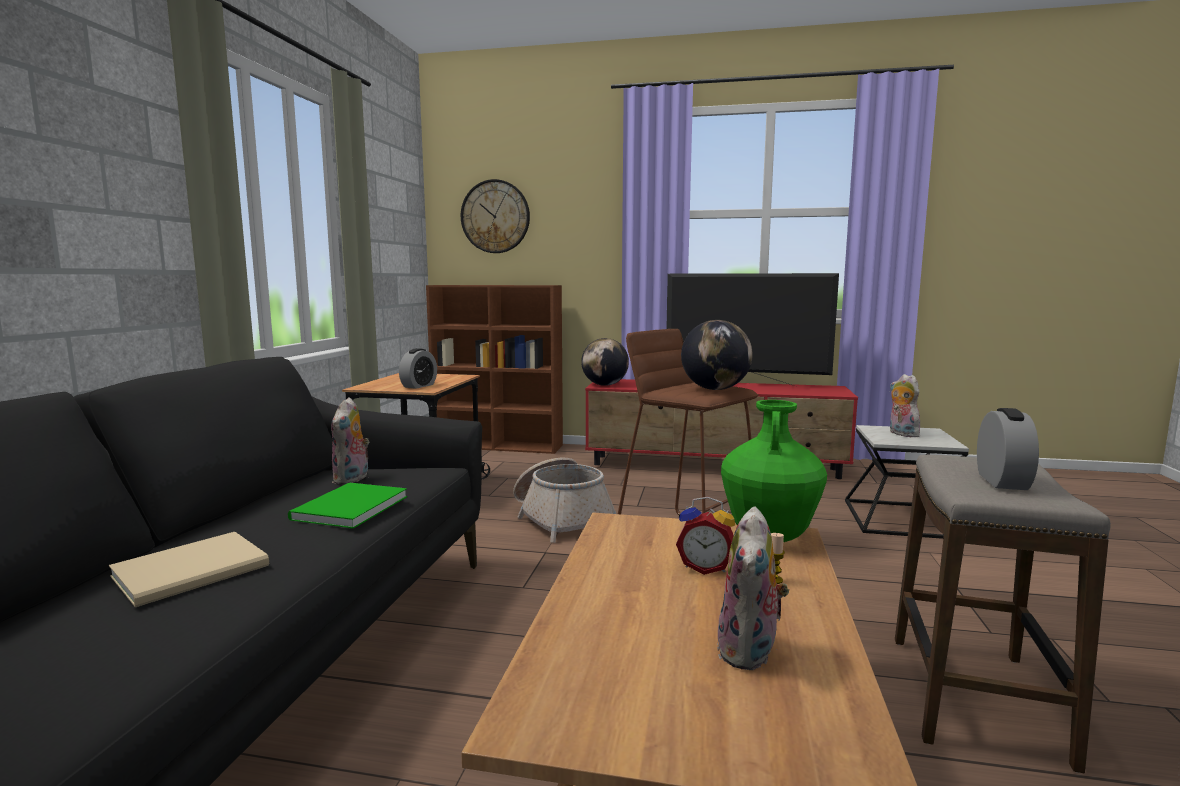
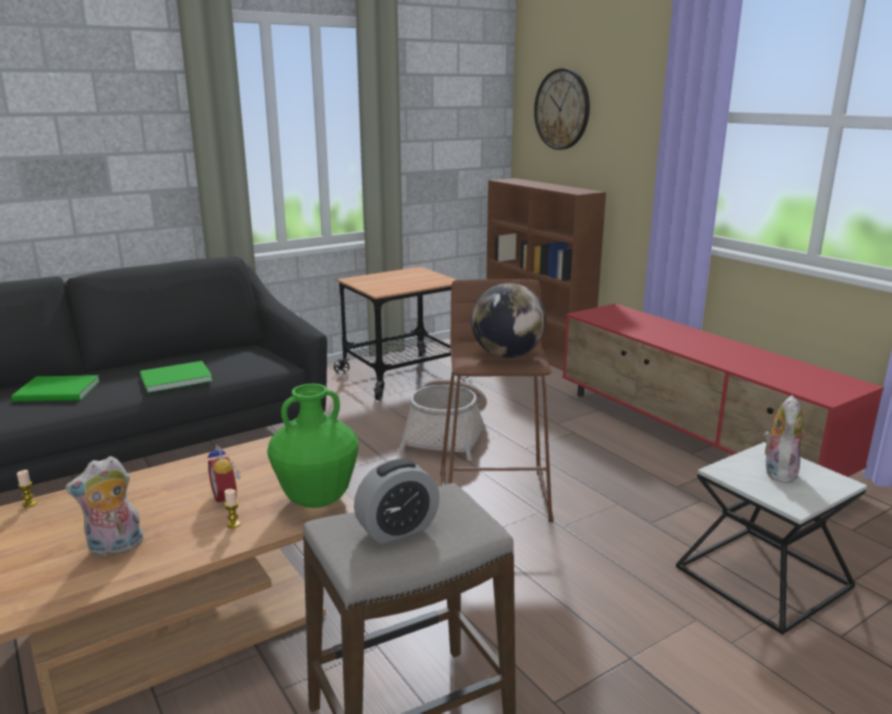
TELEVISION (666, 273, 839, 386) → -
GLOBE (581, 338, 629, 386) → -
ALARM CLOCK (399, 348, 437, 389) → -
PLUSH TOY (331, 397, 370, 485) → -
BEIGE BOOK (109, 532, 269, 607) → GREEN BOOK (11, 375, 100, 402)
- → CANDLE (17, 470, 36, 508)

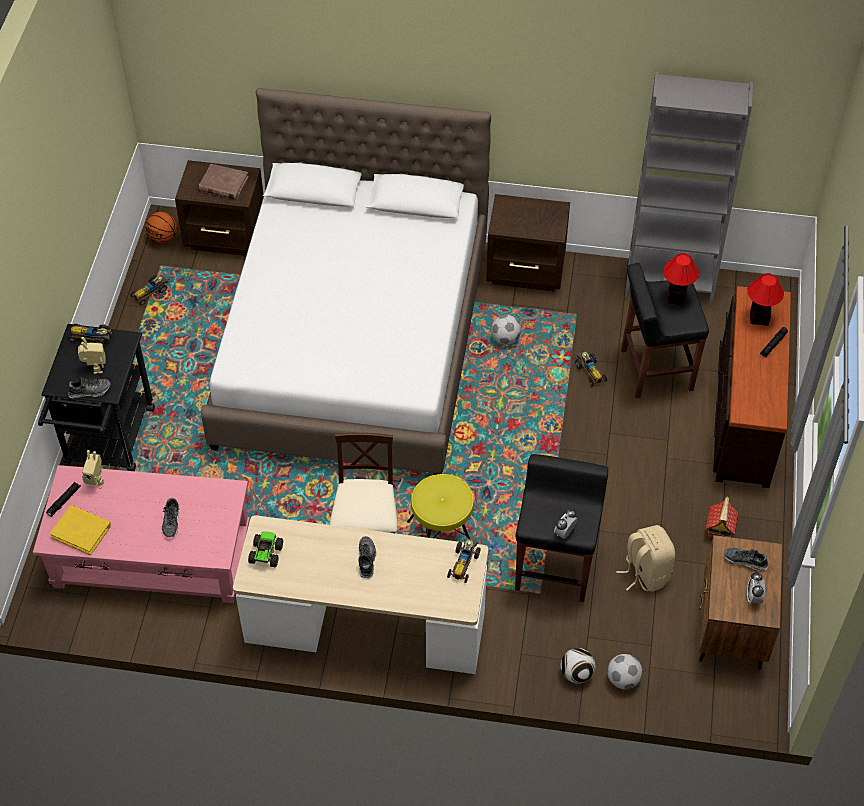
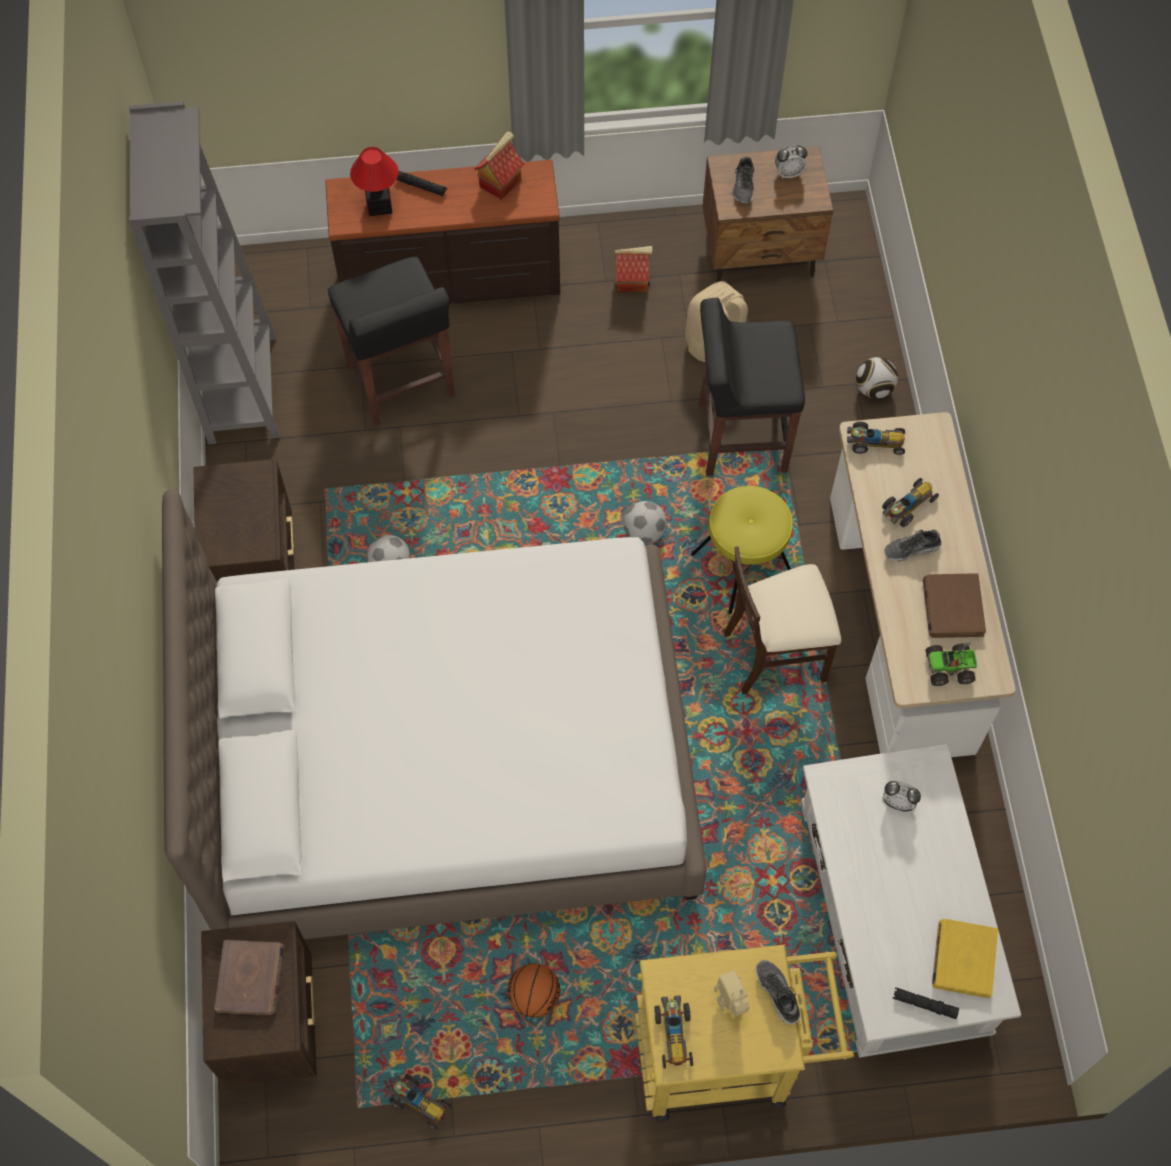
BASKETBALL (146, 212, 177, 243) → BASKETBALL (507, 963, 560, 1018), shifted
TABLE LAMP (663, 253, 699, 305) → -
BLACK CART (38, 324, 155, 471) → YELLOW CART (635, 945, 854, 1121)
TOY CAR (575, 351, 607, 387) → TOY CAR (882, 478, 939, 527), shifted
TOY ROBOT (82, 450, 104, 489) → -
PINK COFFEE TABLE (33, 465, 250, 603) → WHITE COFFEE TABLE (801, 743, 1022, 1058)
SHOE (162, 498, 180, 537) → -
ALARM CLOCK (554, 509, 578, 539) → ALARM CLOCK (882, 781, 921, 813), shifted
FOOTBALL (607, 654, 642, 689) → FOOTBALL (624, 501, 667, 544), shifted
- → TOY HOUSE (474, 131, 525, 200)
- → BROWN BOOK (923, 573, 986, 638)

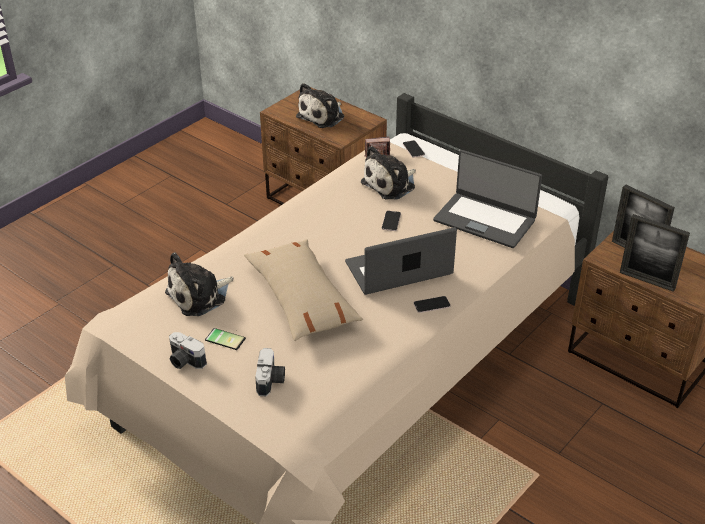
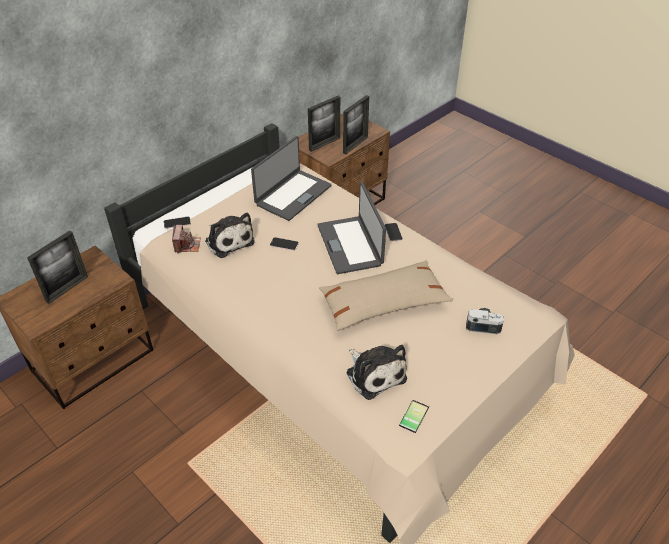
PLUSH TOY (296, 83, 344, 128) → PICTURE FRAME (27, 231, 88, 304)
PHONE (205, 328, 246, 350) → PHONE (399, 400, 429, 433), shifted
PHOTO CAMERA (169, 332, 207, 369) → -

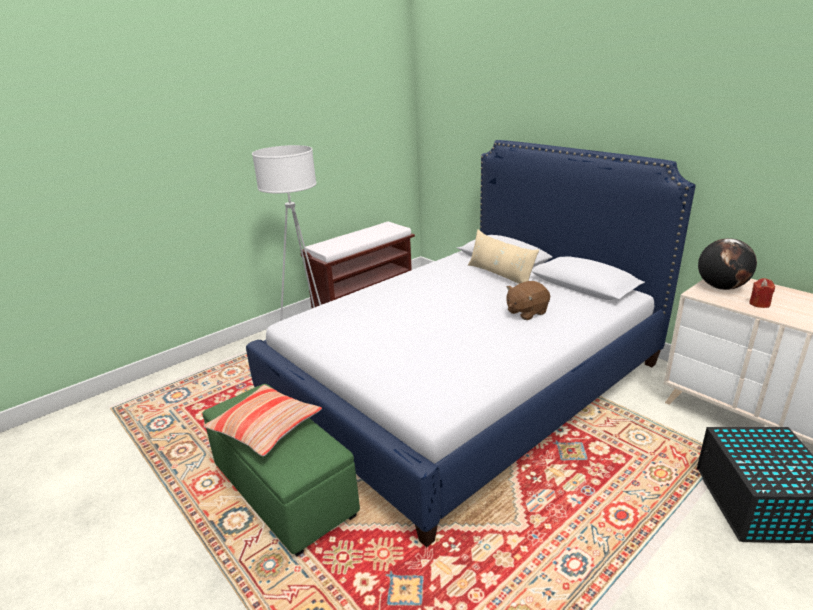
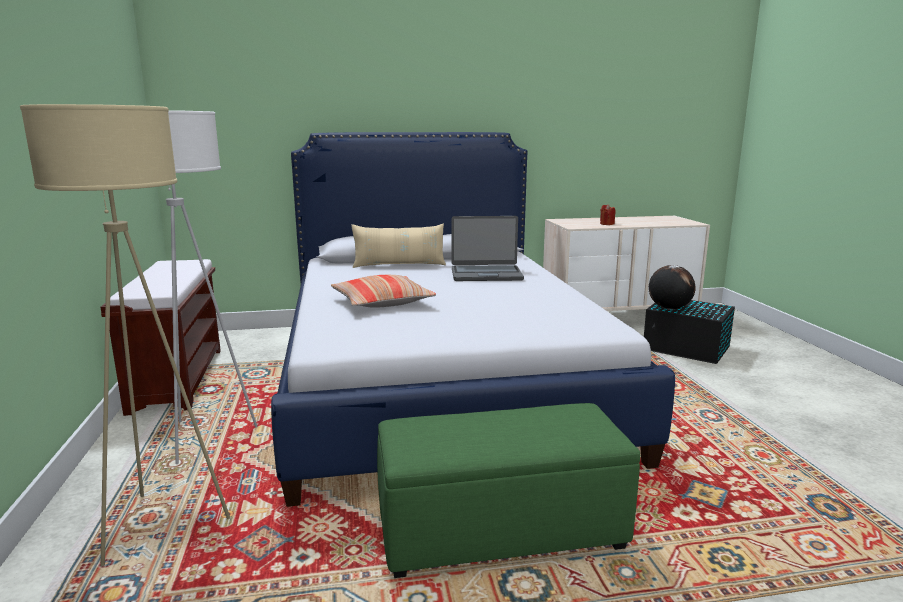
GLOBE (698, 238, 757, 290) → GLOBE (649, 265, 696, 310), shifted
BROWN PLUSH TOY (506, 281, 550, 320) → LAPTOP (452, 216, 524, 281)
PILLOW (203, 385, 322, 456) → PILLOW (331, 275, 436, 308), shifted
- → BEIGE FLOOR LAMP (20, 104, 230, 567)

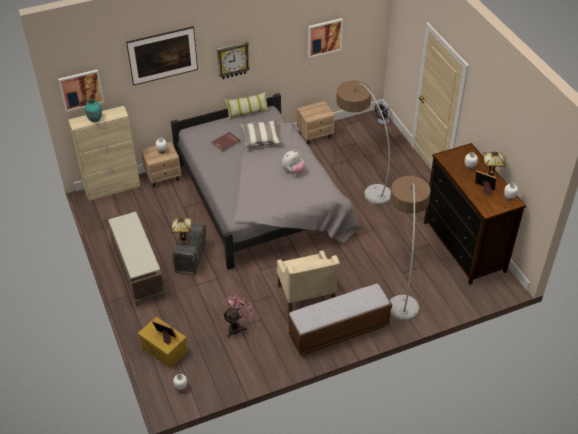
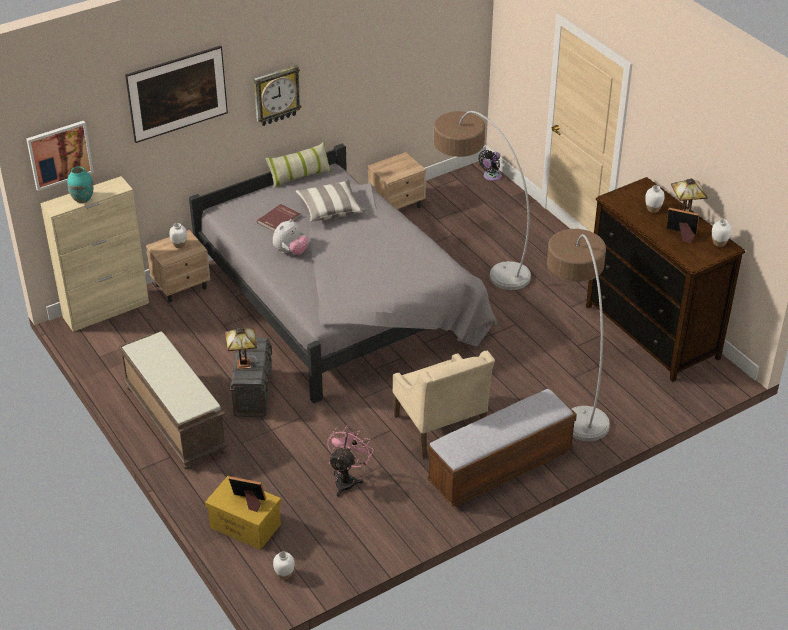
PICTURE (308, 18, 343, 58) → -
PLUSH TOY (281, 150, 305, 174) → PLUSH TOY (273, 219, 309, 255), shifted

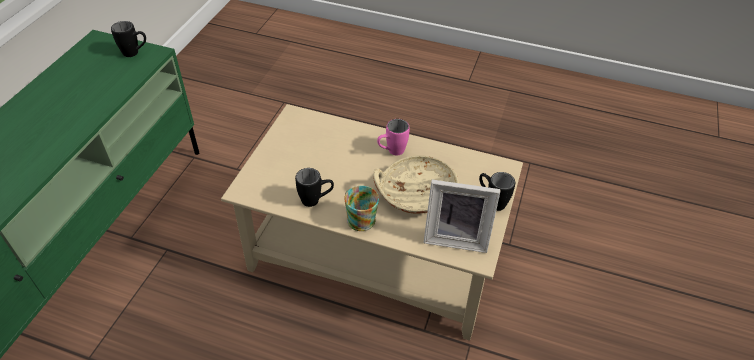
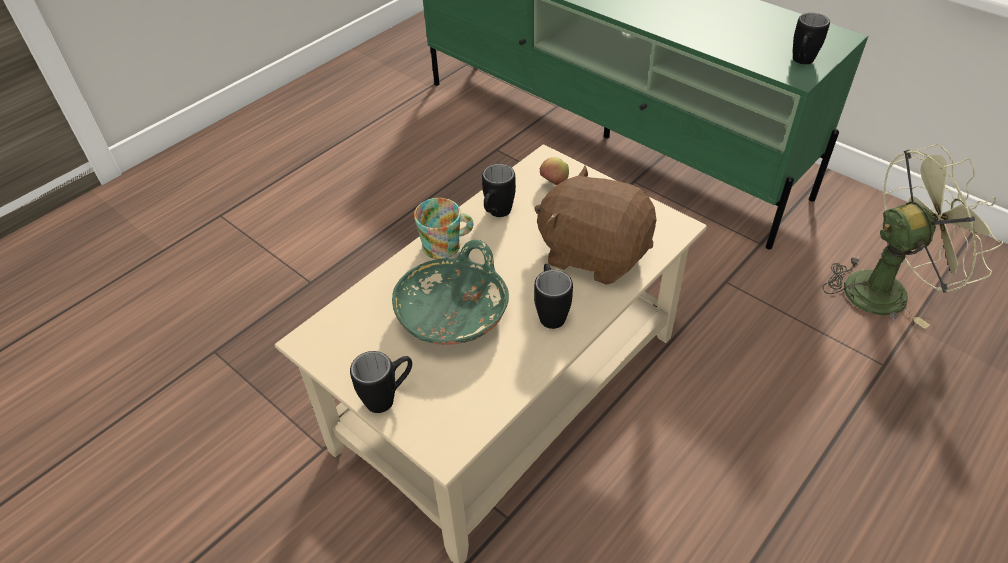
PINK MUG (377, 119, 410, 156) → BLACK MUG (534, 264, 573, 329)
BEIGE BOWL (373, 155, 459, 214) → GREEN BOWL (392, 240, 509, 345)
PICTURE FRAME (424, 179, 500, 253) → -
- → GREEN FAN (822, 144, 1004, 329)
- → APPLE (540, 157, 569, 185)
- → BROWN PLUSH TOY (535, 165, 656, 285)

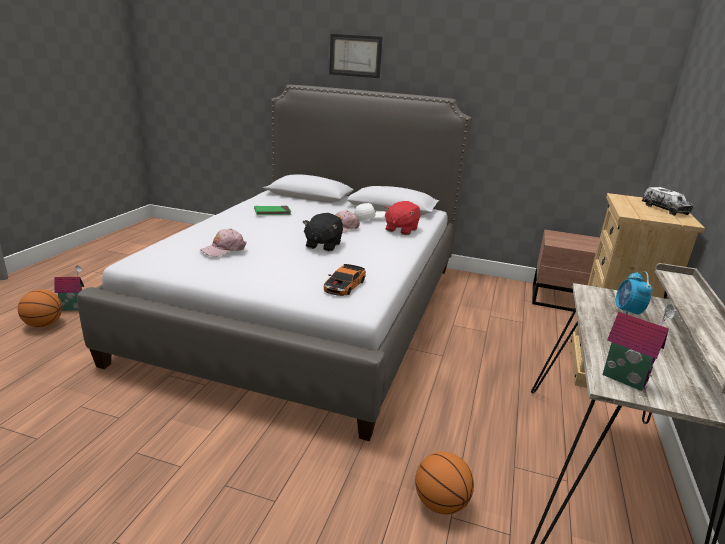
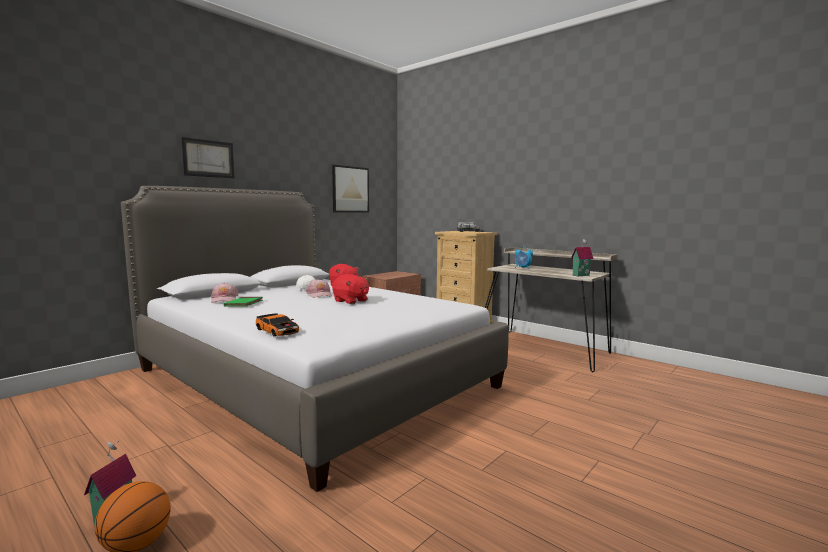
BLACK PLUSH TOY (303, 213, 343, 251) → RED PLUSH TOY (332, 274, 369, 304)
PINK CAP (200, 229, 247, 257) → PINK CAP (211, 283, 238, 303), shifted
TOY CAR (324, 264, 366, 296) → TOY CAR (256, 313, 299, 336), shifted
BASKETBALL (415, 452, 474, 514) → -
- → PICTURE (332, 165, 369, 213)

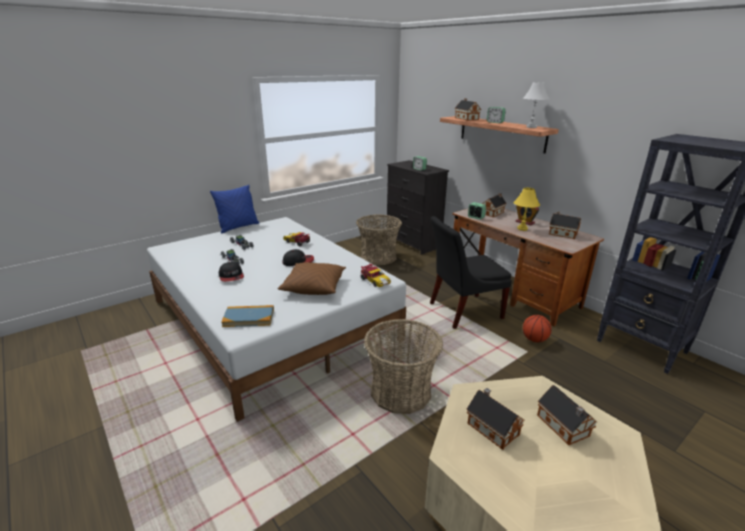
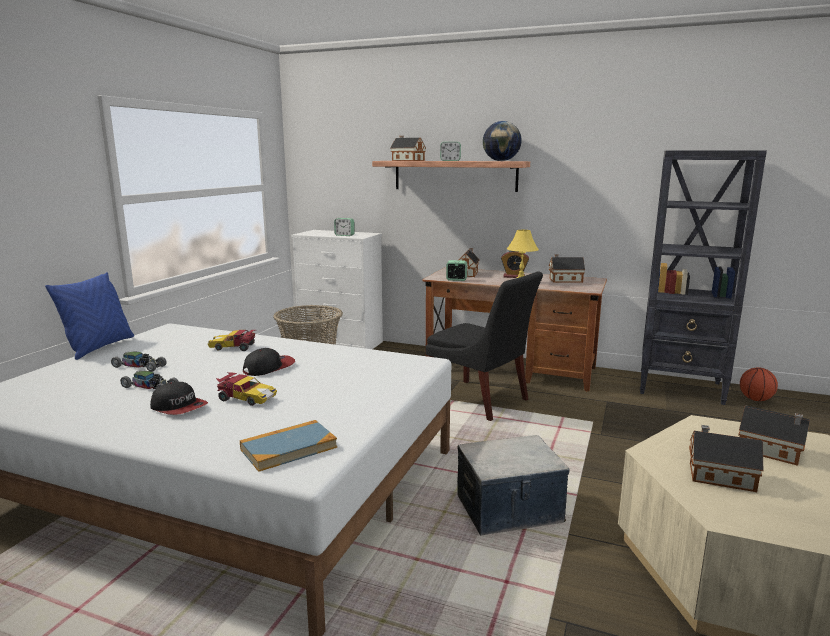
WHITE TABLE LAMP (523, 82, 550, 128) → GLOBE (483, 121, 522, 161)
BLACK DRESSER (386, 160, 449, 255) → WHITE DRESSER (291, 230, 383, 349)
BLACK CHAIR (430, 216, 512, 329) → BLACK CHAIR (426, 271, 543, 421), 90 degrees counterclockwise
BROWN PILLOW (278, 262, 346, 295) → -
TOY CAR (361, 264, 391, 287) → TOY CAR (216, 372, 277, 406), shifted
BASKETBALL (523, 315, 552, 342) → BASKETBALL (740, 367, 778, 401), shifted
BASKET (364, 319, 443, 414) → STORAGE BOX (457, 435, 570, 535)

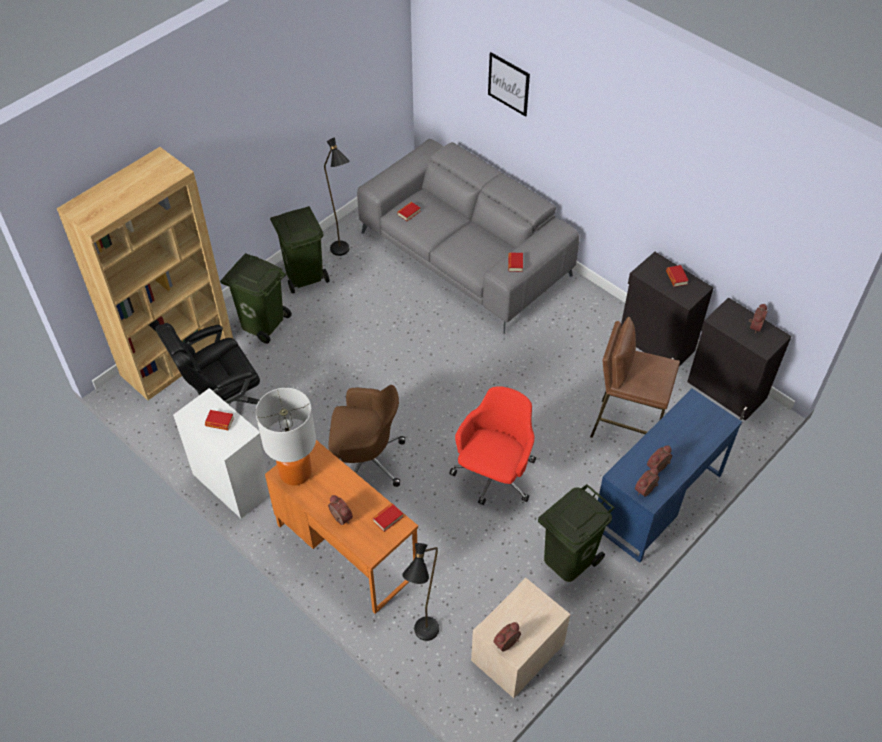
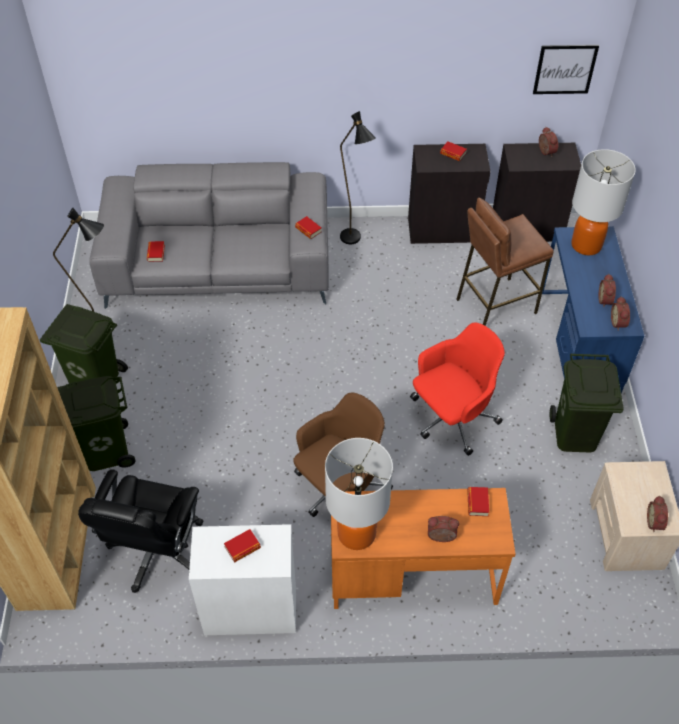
PICTURE (488, 52, 530, 117) → PICTURE (533, 45, 599, 94), shifted
RED OFFICE CHAIR (449, 386, 536, 505) → RED OFFICE CHAIR (410, 323, 505, 456), 75 degrees clockwise
BLACK FLOOR LAMP (402, 543, 439, 641) → BLACK FLOOR LAMP (340, 111, 376, 244), shifted
- → TABLE LAMP (571, 149, 636, 255)

